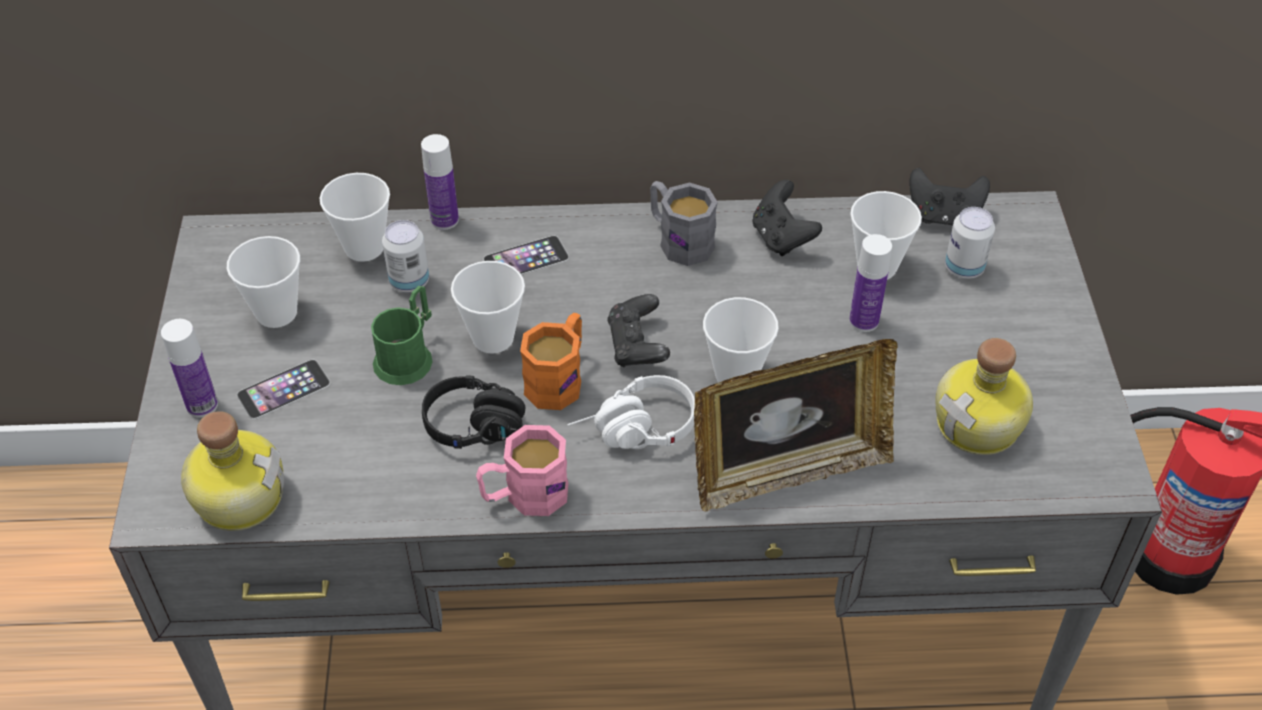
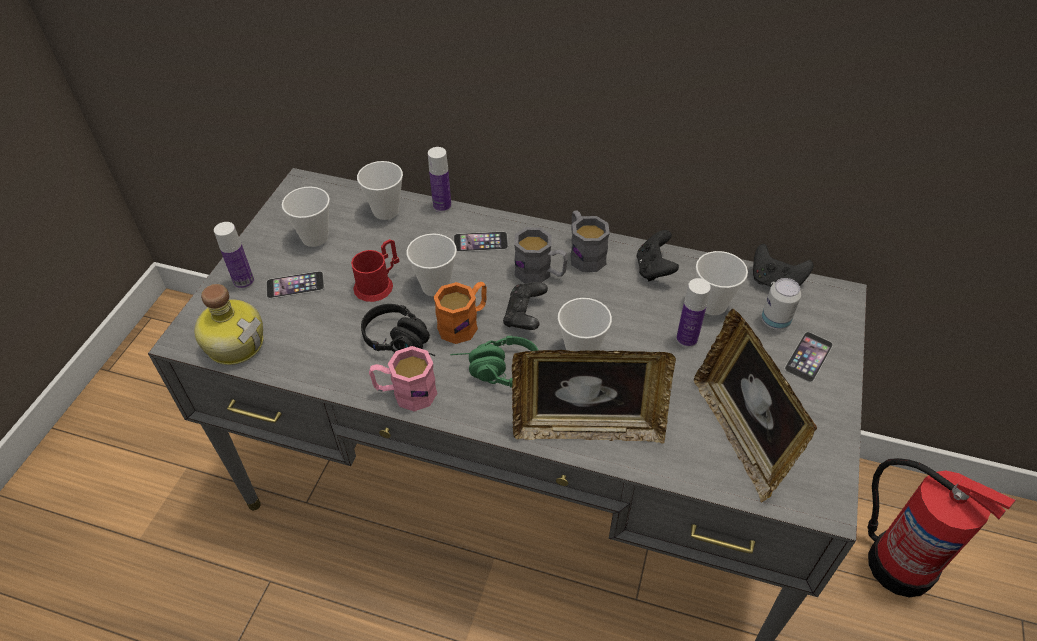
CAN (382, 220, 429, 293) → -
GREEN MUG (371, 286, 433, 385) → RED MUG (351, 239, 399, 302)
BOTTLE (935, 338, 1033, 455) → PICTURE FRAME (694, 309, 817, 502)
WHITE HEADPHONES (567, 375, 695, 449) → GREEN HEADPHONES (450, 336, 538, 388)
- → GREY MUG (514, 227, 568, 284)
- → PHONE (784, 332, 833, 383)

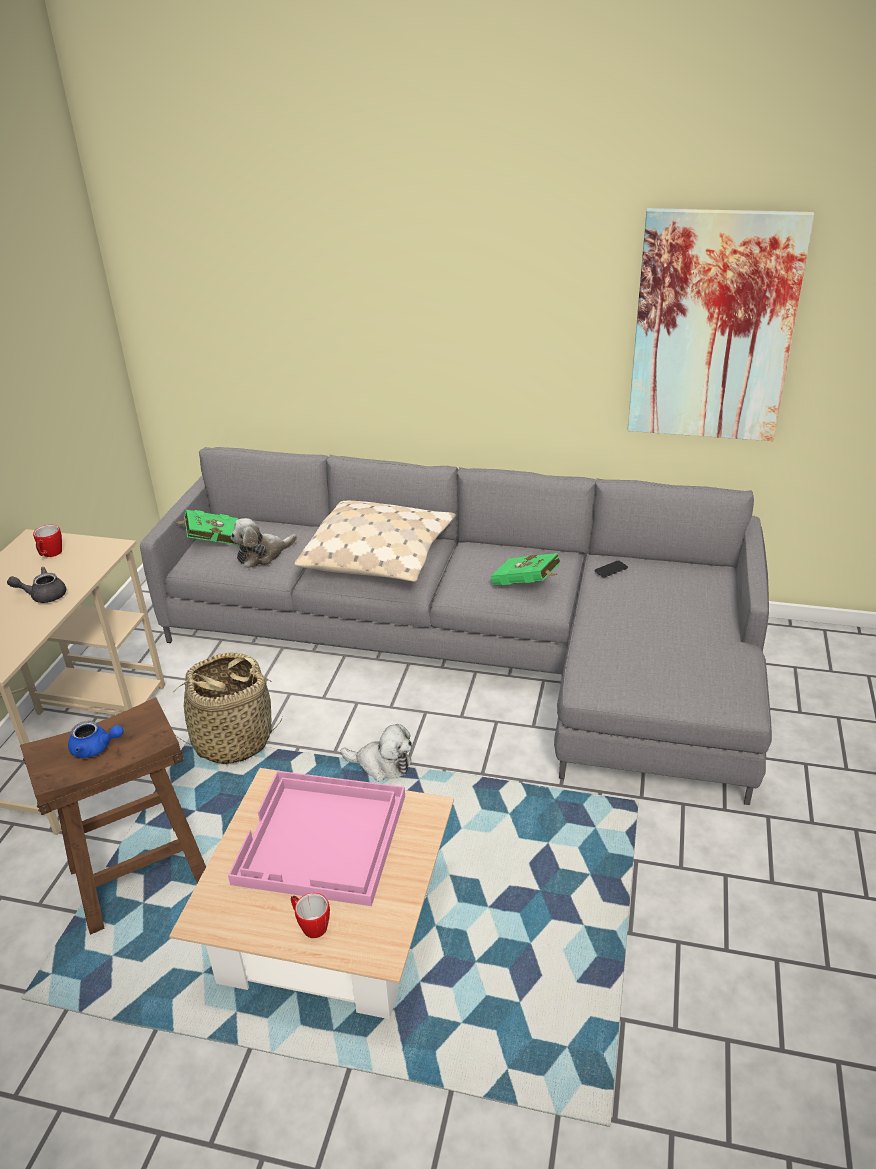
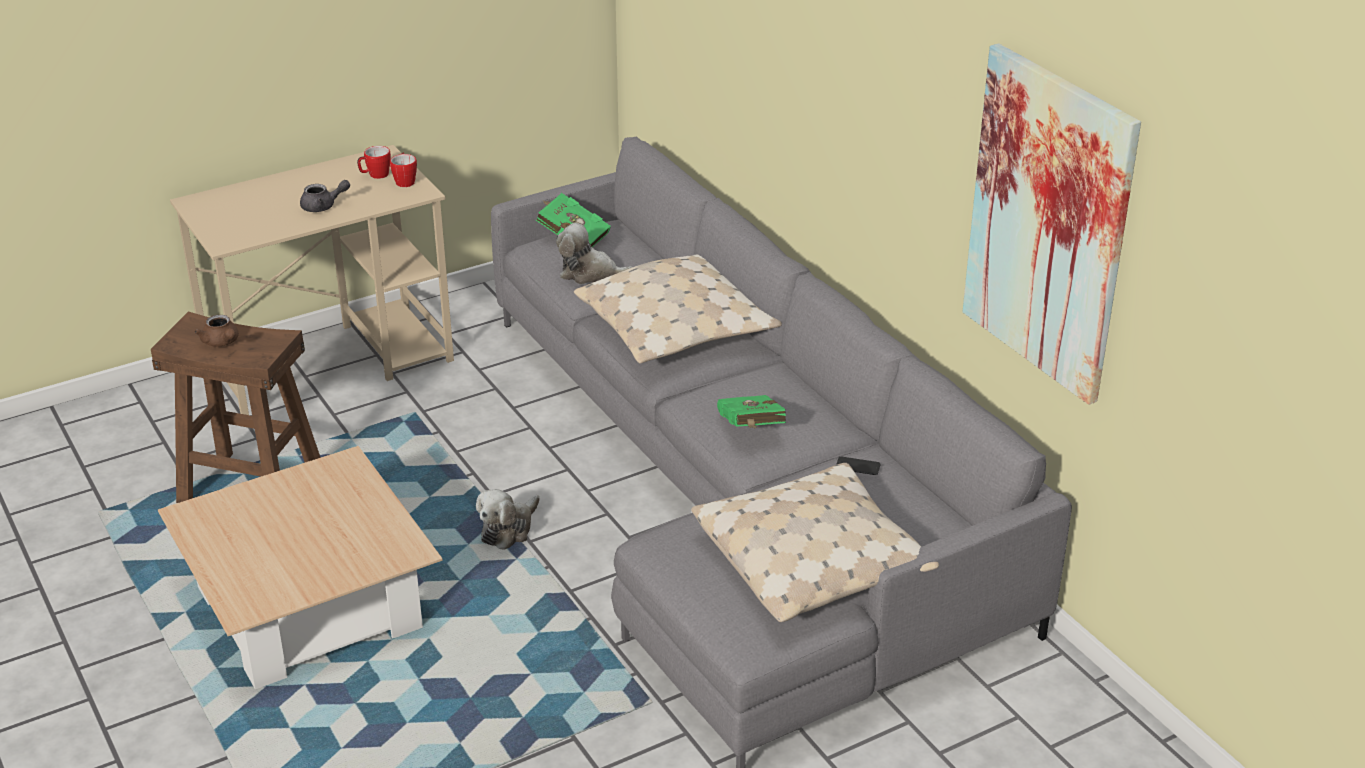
GREY TEAPOT (7, 567, 66, 603) → GREY TEAPOT (300, 180, 350, 212), 135 degrees clockwise
BASKET (175, 652, 283, 765) → -
BLUE TEAPOT (68, 721, 123, 758) → BROWN TEAPOT (195, 315, 239, 347)
PLUSH TOY (341, 724, 412, 782) → PLUSH TOY (476, 489, 540, 550), 60 degrees clockwise
PINK TRAY (228, 771, 405, 906) → -
MUG (291, 893, 330, 938) → MUG (390, 153, 417, 187), shifted
- → BEIGE PILLOW (691, 463, 939, 622)

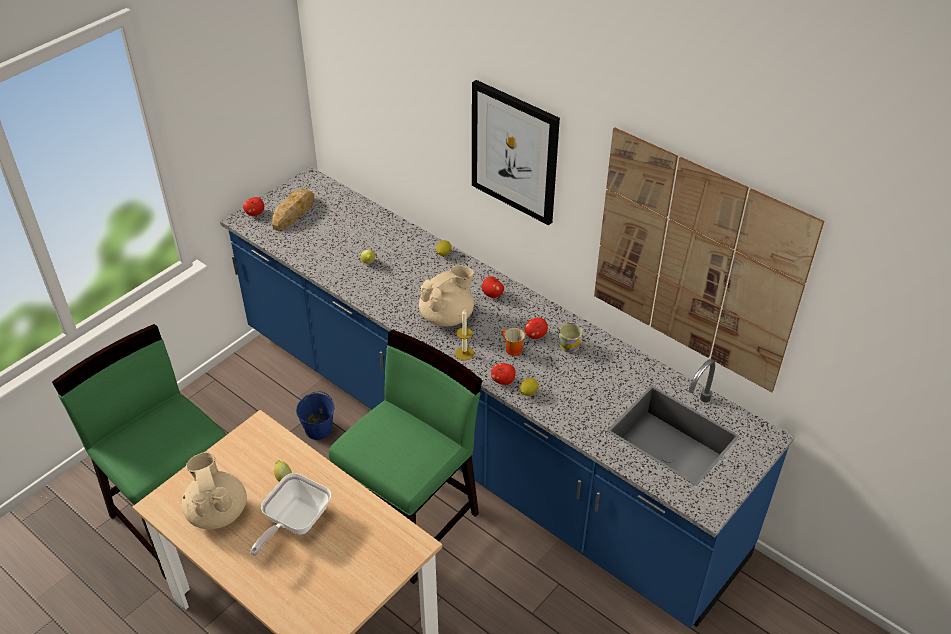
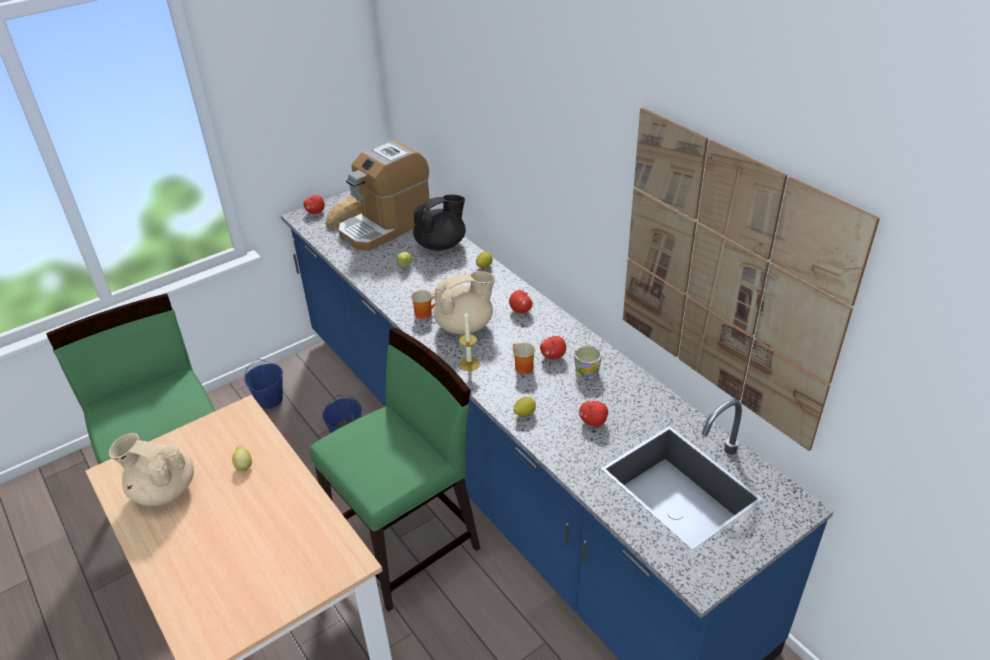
PICTURE (472, 80, 560, 225) → -
APPLE (491, 363, 515, 385) → APPLE (579, 401, 608, 426), shifted
BEIGE TEAPOT (182, 452, 247, 529) → BEIGE TEAPOT (109, 433, 194, 506), 60 degrees counterclockwise
FRYING PAN (250, 473, 331, 556) → -
- → COFFEE MACHINE (339, 140, 431, 251)
- → BLACK TEAPOT (413, 195, 466, 251)
- → MUG (411, 290, 436, 319)
- → BLUE BUCKET (245, 359, 283, 409)

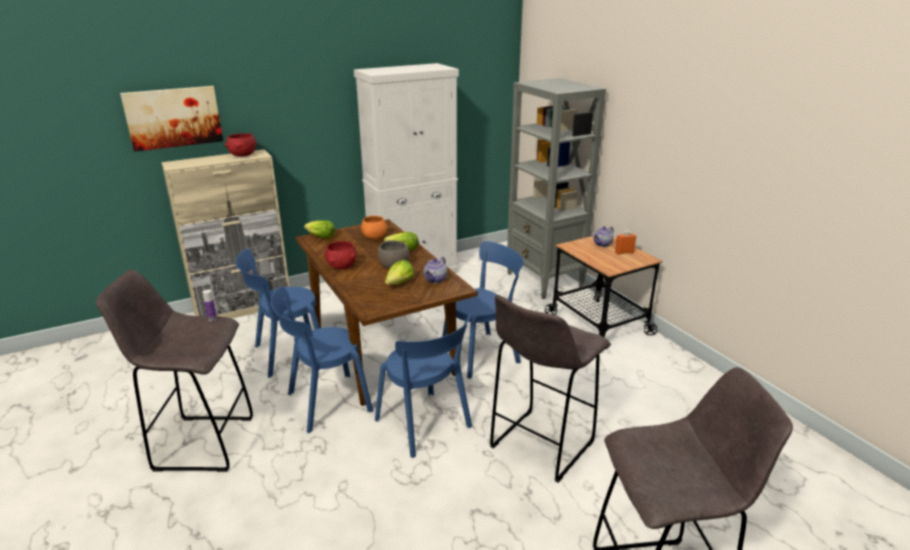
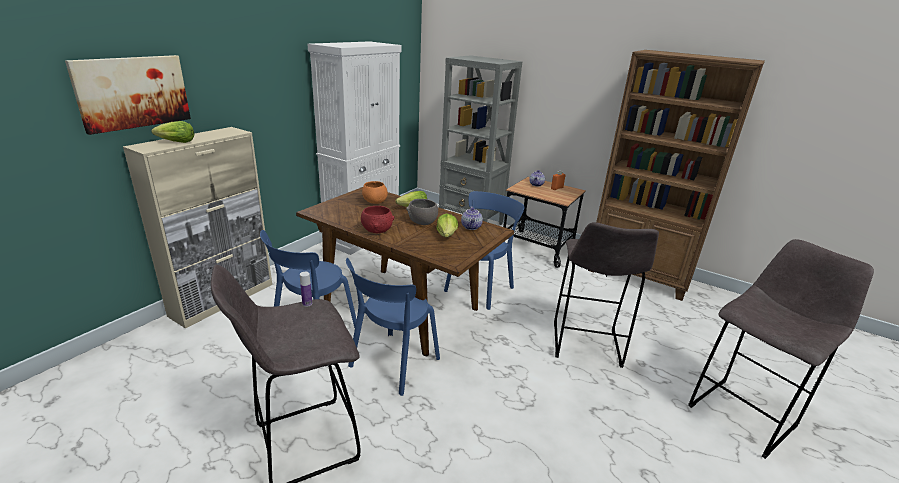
RED BOWL (225, 133, 256, 157) → -
LETTUCE (304, 220, 335, 239) → LETTUCE (151, 121, 194, 143), shifted
BLUE CHAIR (375, 313, 472, 458) → -
- → BROWN BOOKCASE (588, 50, 765, 301)

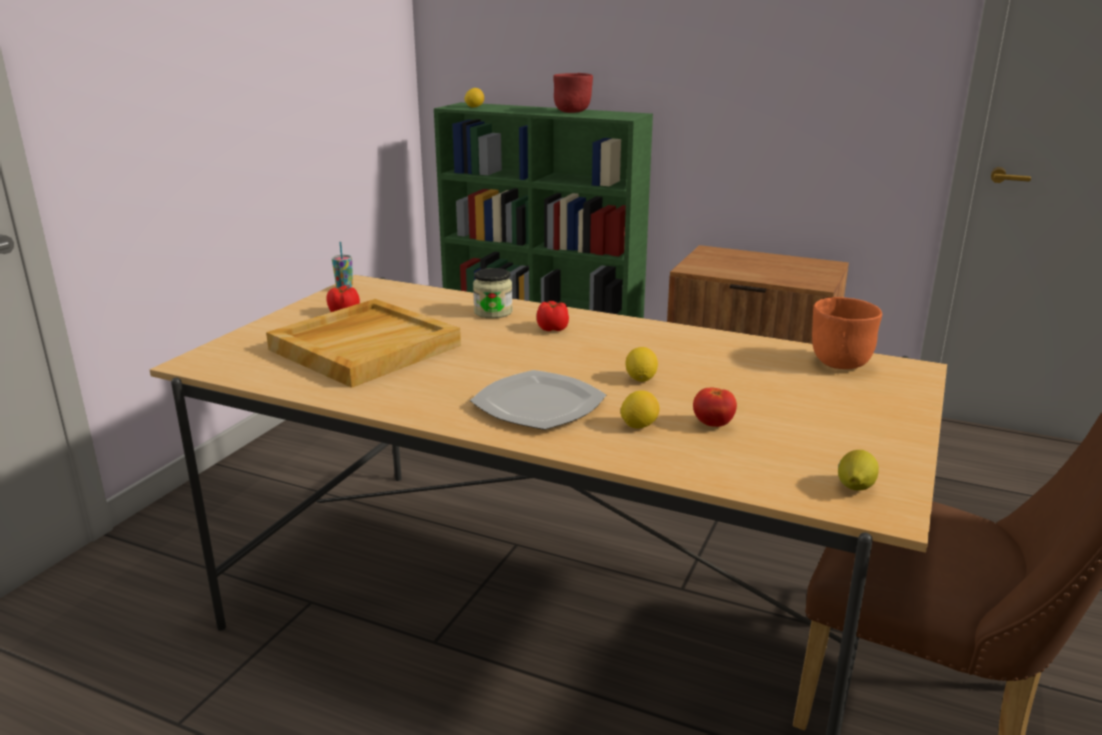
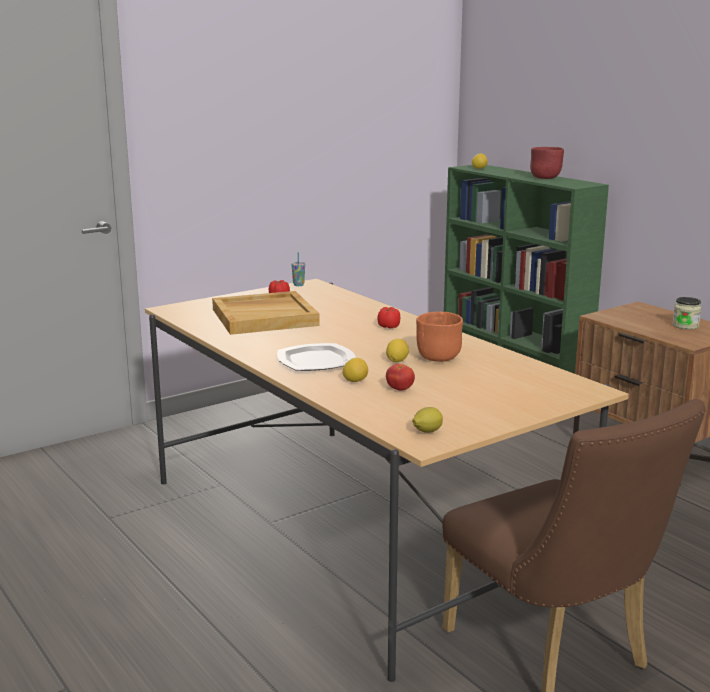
JAR (473, 268, 513, 318) → JAR (672, 297, 701, 330), shifted
ORANGE BOWL (812, 297, 882, 369) → ORANGE BOWL (416, 312, 463, 362), shifted

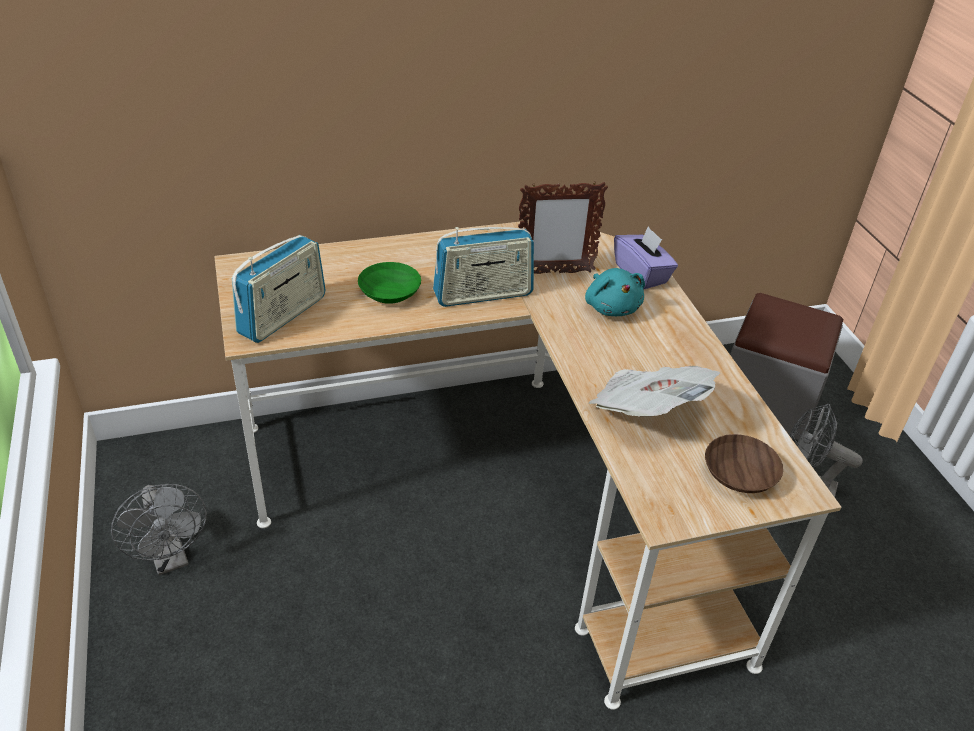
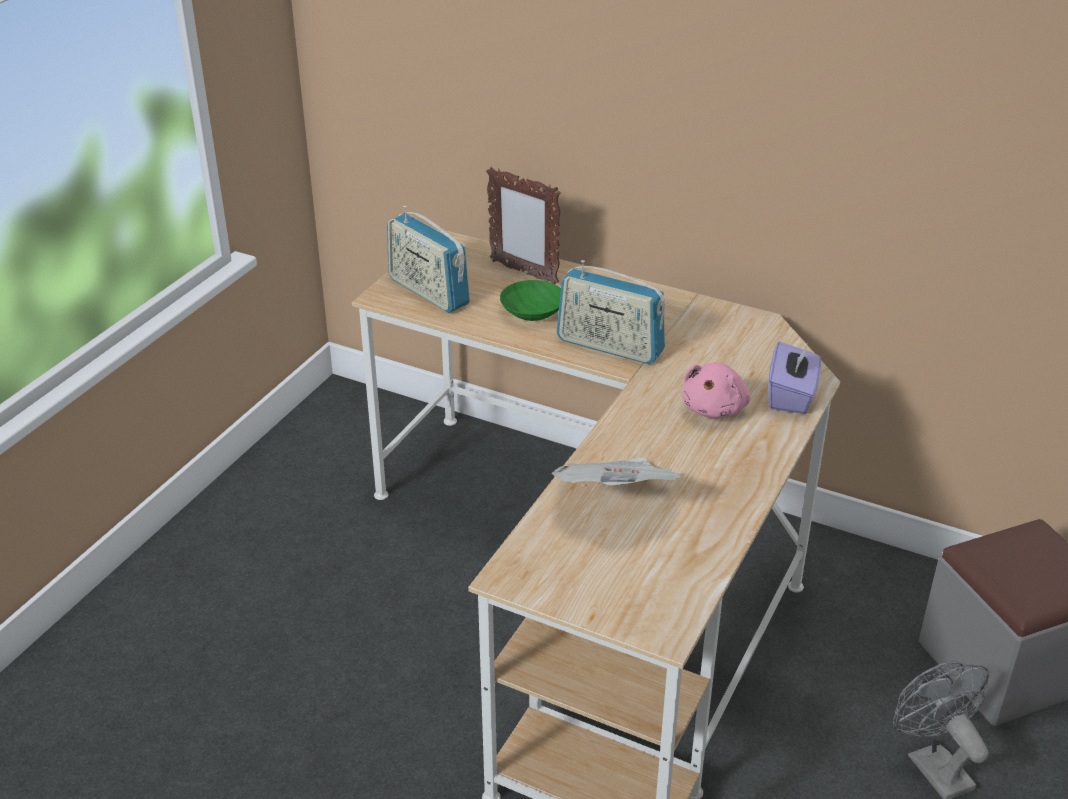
PICTURE FRAME (518, 182, 608, 274) → PICTURE FRAME (486, 167, 561, 284), shifted
RADIO (231, 235, 326, 343) → RADIO (387, 205, 470, 313), 60 degrees clockwise
TURQUOISE PLUSH TOY (585, 268, 645, 316) → PINK PLUSH TOY (682, 362, 750, 418)
BROWN BOWL (705, 434, 783, 493) → -
GREY FAN (111, 484, 207, 575) → -

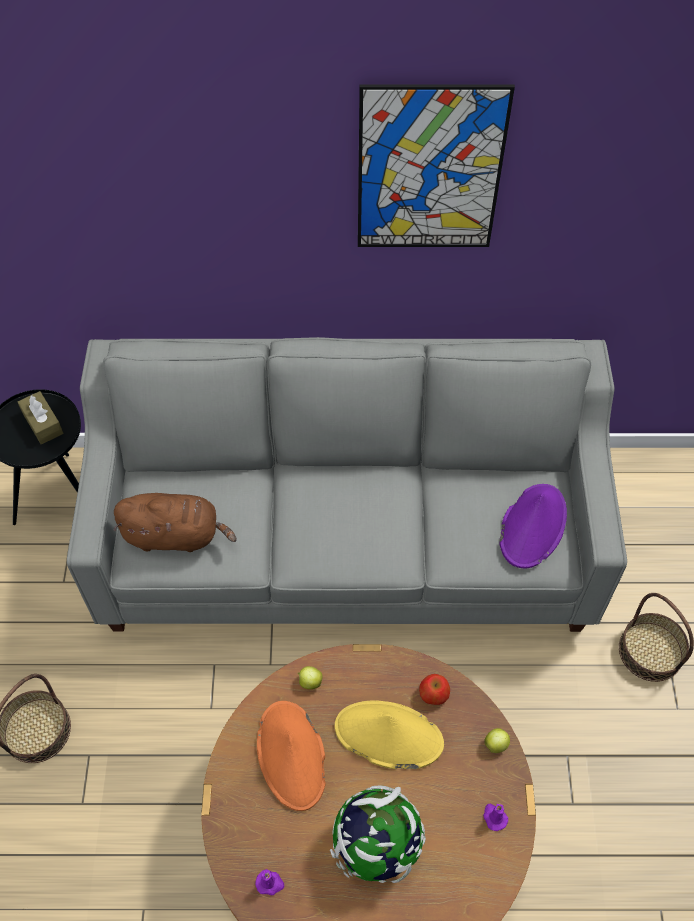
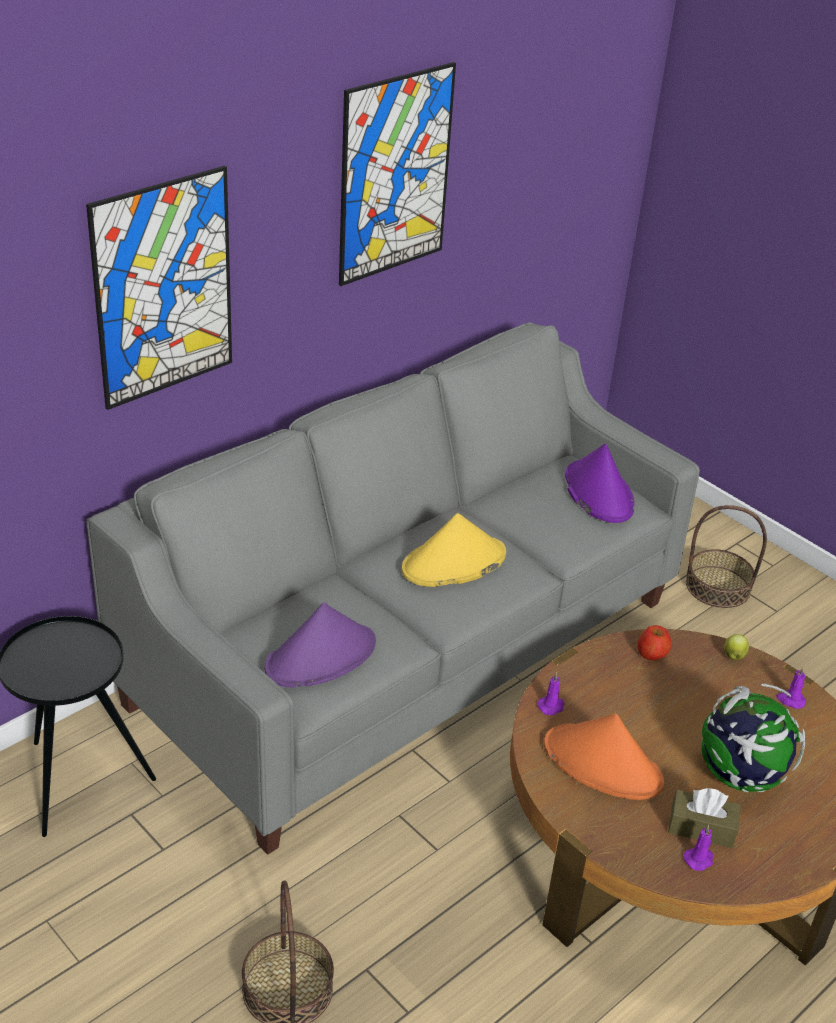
BROWN TISSUE BOX (18, 391, 63, 444) → BROWN TISSUE BOX (668, 788, 741, 848), shifted
BROWN PLUSH TOY (113, 493, 237, 552) → PURPLE HAT (265, 603, 376, 687)
APPLE (297, 666, 323, 689) → PURPLE CANDLE (537, 672, 565, 715)
YELLOW HAT (335, 700, 444, 769) → YELLOW HAT (401, 513, 506, 587), shifted
- → PICTURE (86, 166, 232, 410)

